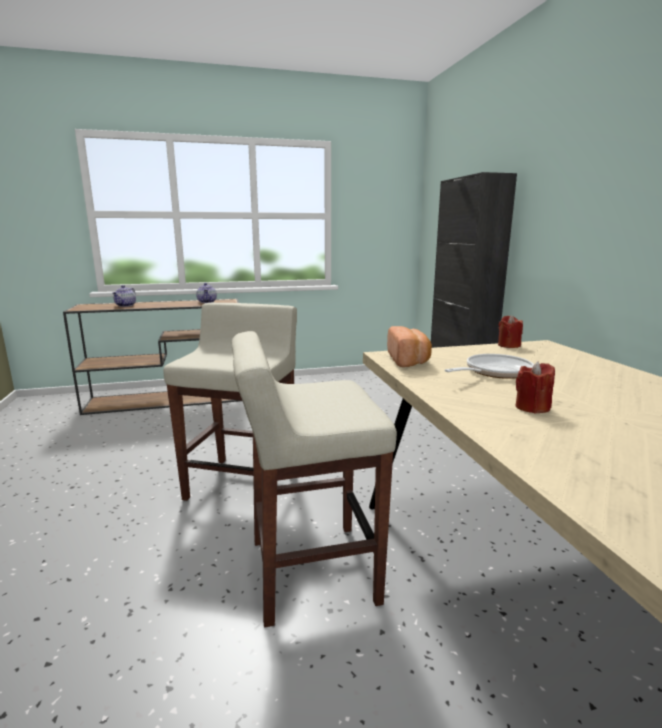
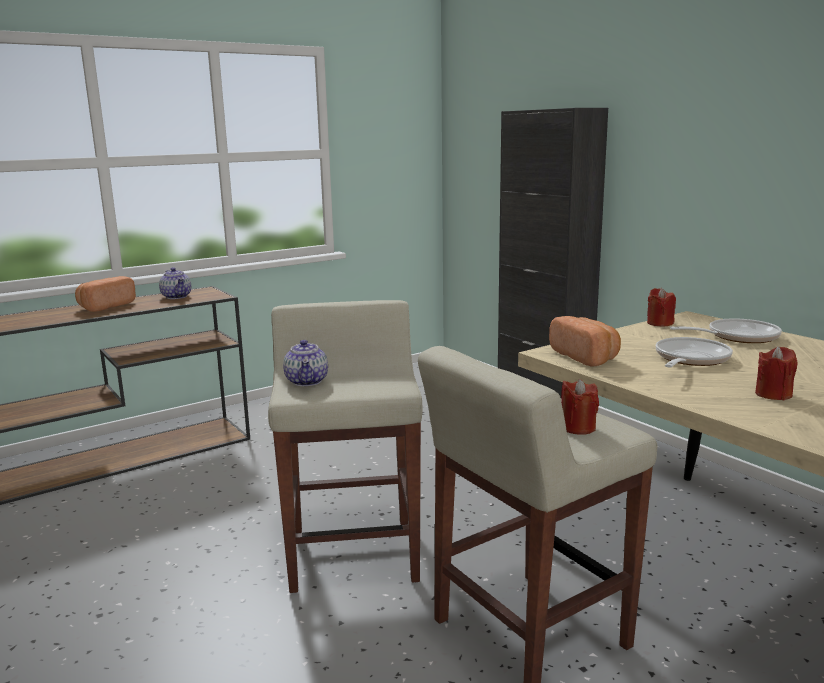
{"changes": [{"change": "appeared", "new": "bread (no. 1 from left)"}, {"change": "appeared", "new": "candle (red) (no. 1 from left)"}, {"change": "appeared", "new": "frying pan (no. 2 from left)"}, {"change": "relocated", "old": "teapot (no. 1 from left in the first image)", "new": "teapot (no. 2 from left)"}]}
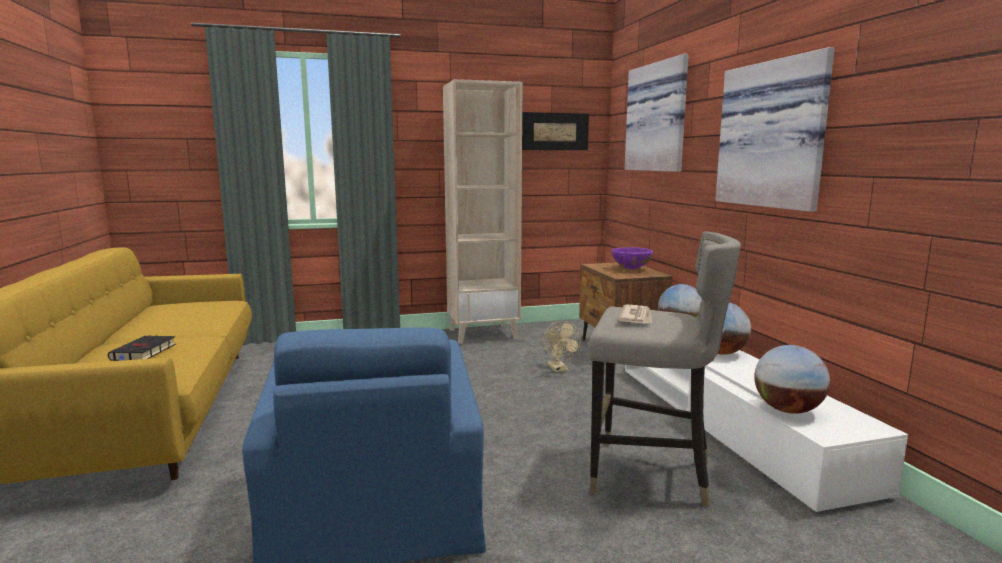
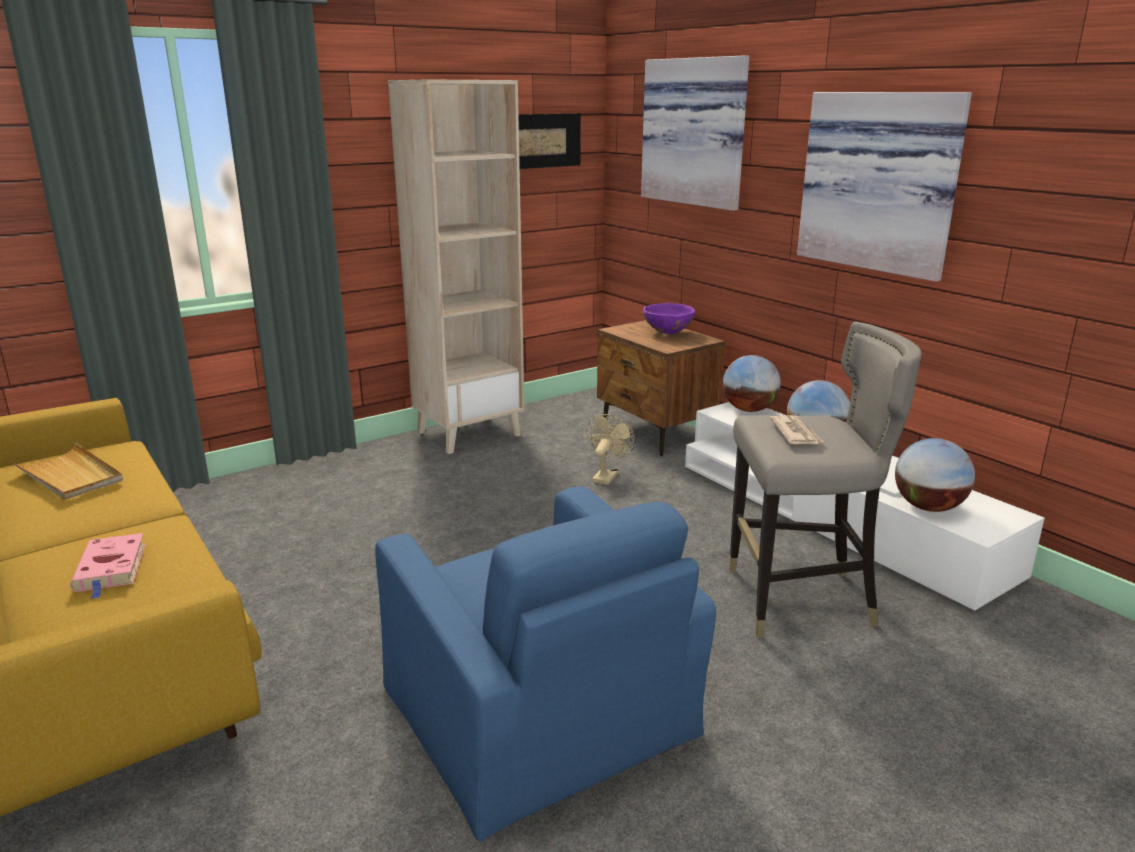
{"changes": [{"change": "appeared", "new": "tray (beige)"}, {"change": "colour", "old": "book (black)", "new": "book (pink)"}, {"change": "spun", "old": "fan (beige)", "degrees": -120}]}
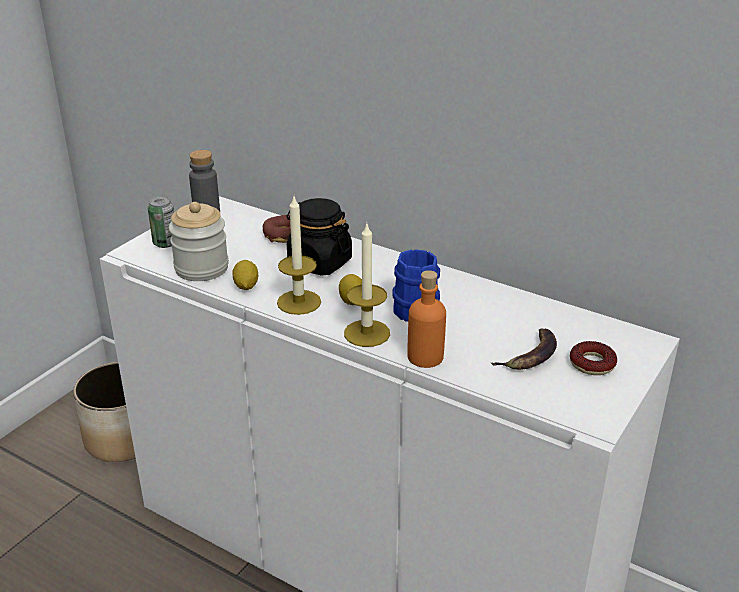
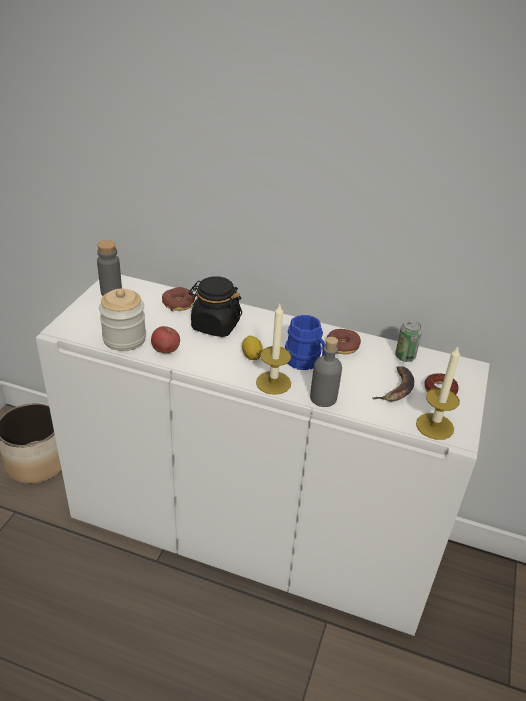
{"changes": [{"change": "appeared", "new": "donut (no. 2 from left)"}, {"change": "relocated", "old": "can"}, {"change": "relocated", "old": "candle (no. 1 from left in the first image)", "new": "candle (no. 2 from left)"}, {"change": "exchanged", "old": "lemon (no. 1 from left)", "new": "apple"}, {"change": "colour", "old": "bottle (orange)", "new": "bottle (grey) (no. 2 from left)"}]}
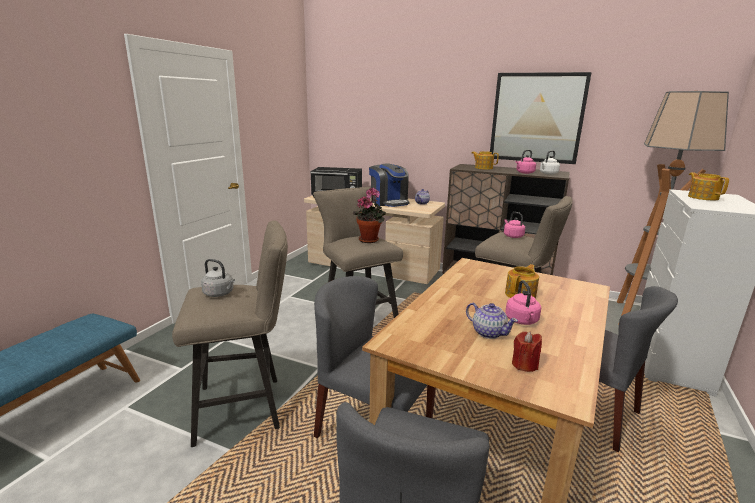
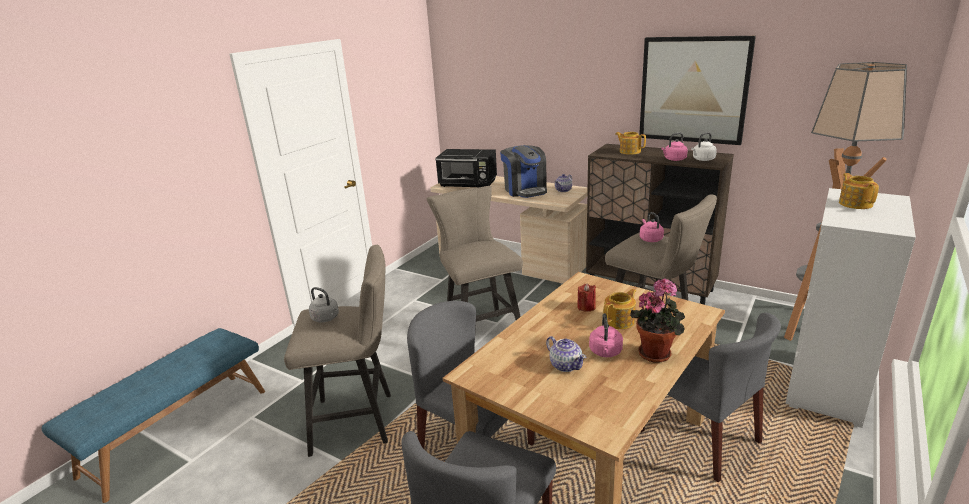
{"changes": [{"change": "relocated", "old": "potted plant"}, {"change": "relocated", "old": "candle (red)"}]}
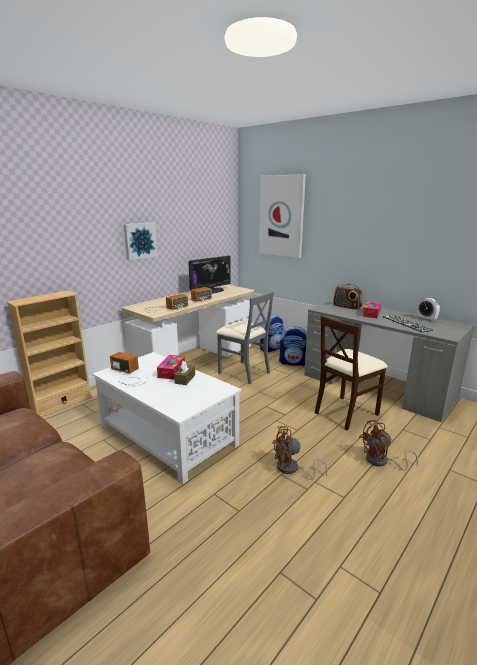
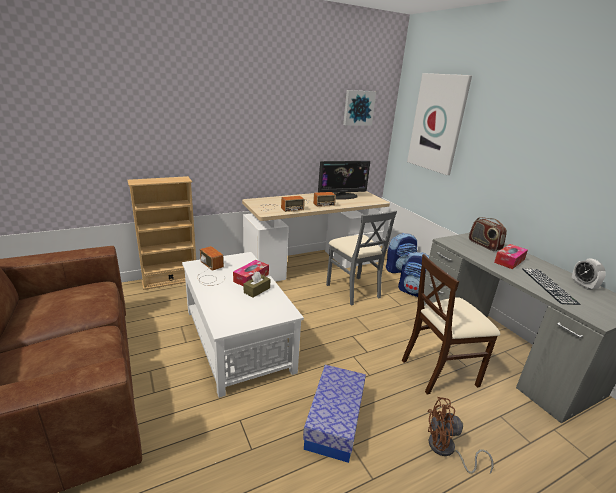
{"changes": [{"change": "relocated", "old": "picture (no. 1 from left)"}, {"change": "exchanged", "old": "fan (brown) (no. 1 from left)", "new": "storage box"}]}
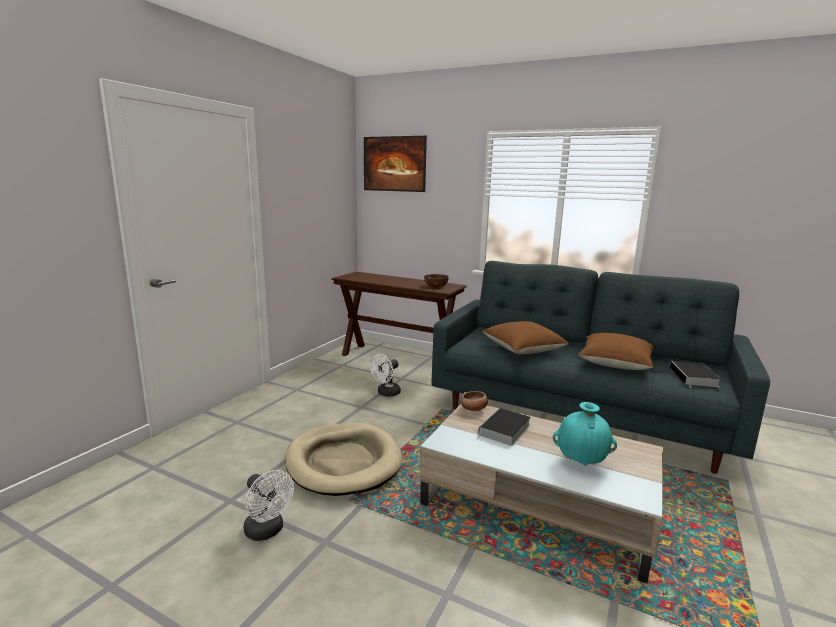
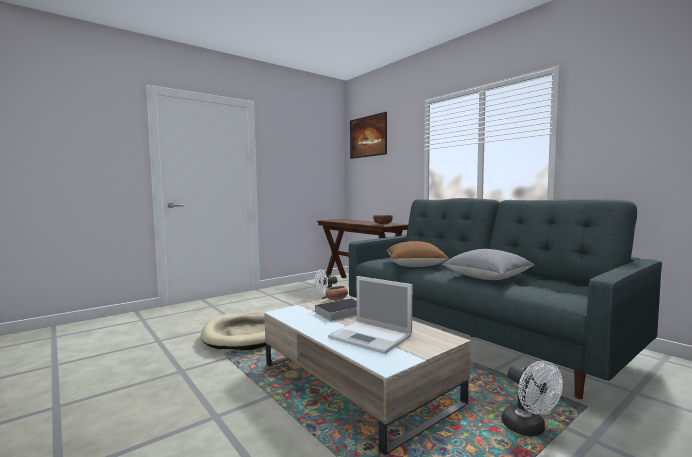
{"changes": [{"change": "missing", "old": "book (no. 2 from left)"}, {"change": "relocated", "old": "fan (white) (no. 1 from left in the first image)", "new": "fan (white) (no. 2 from left)"}, {"change": "exchanged", "old": "vase (turquoise)", "new": "laptop"}, {"change": "colour", "old": "pillow (brown) (no. 2 from left)", "new": "pillow (grey)"}]}
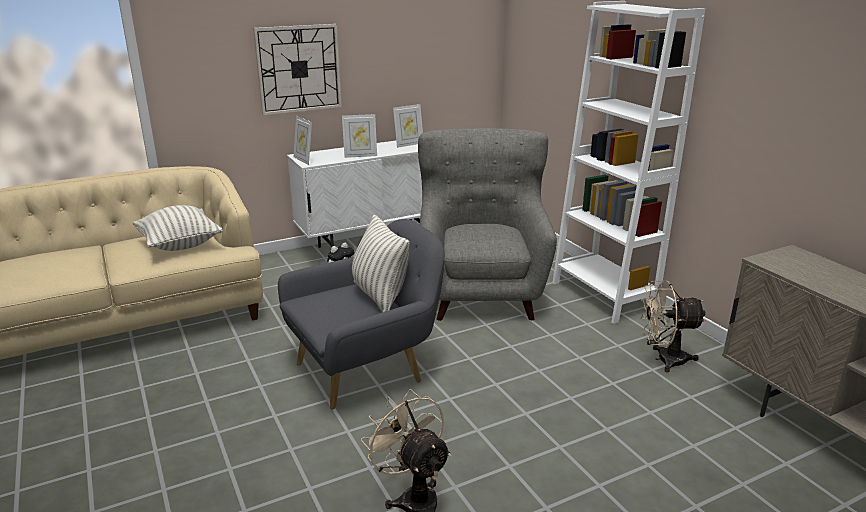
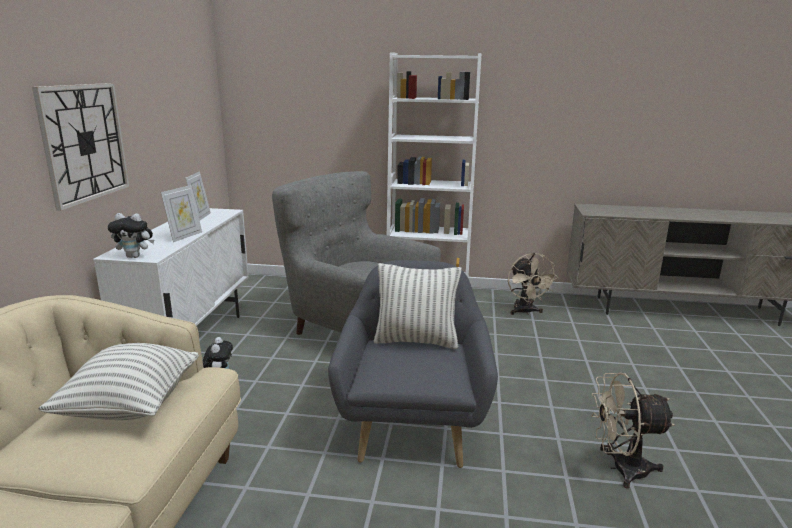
{"changes": [{"change": "exchanged", "old": "picture frame (no. 1 from left)", "new": "plush toy (no. 1 from left)"}, {"change": "spun", "old": "fan (beige) (no. 2 from left in the first image)", "degrees": -45}]}
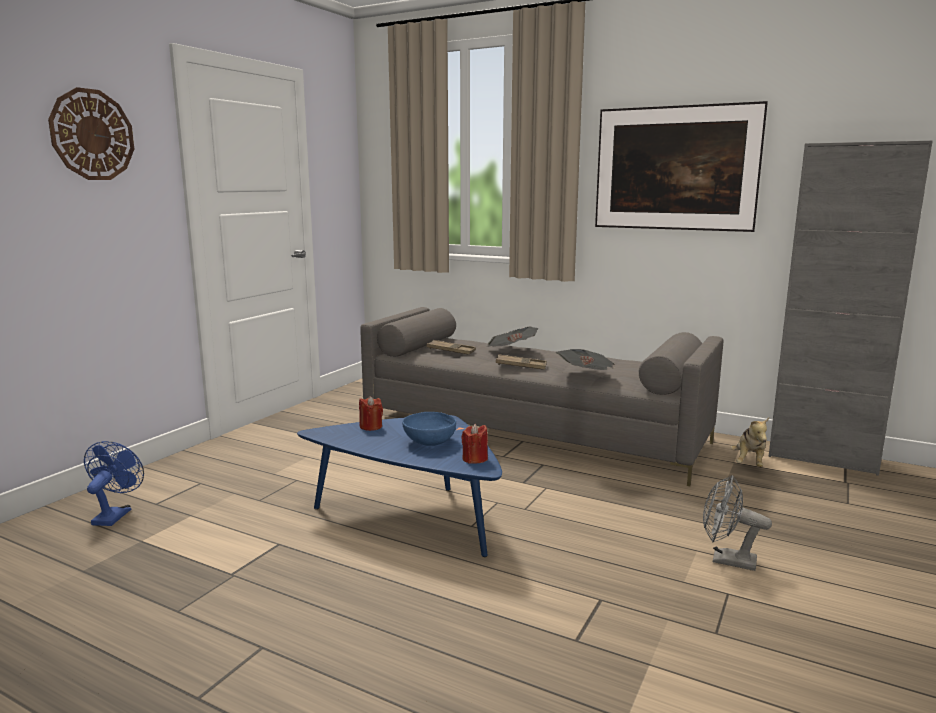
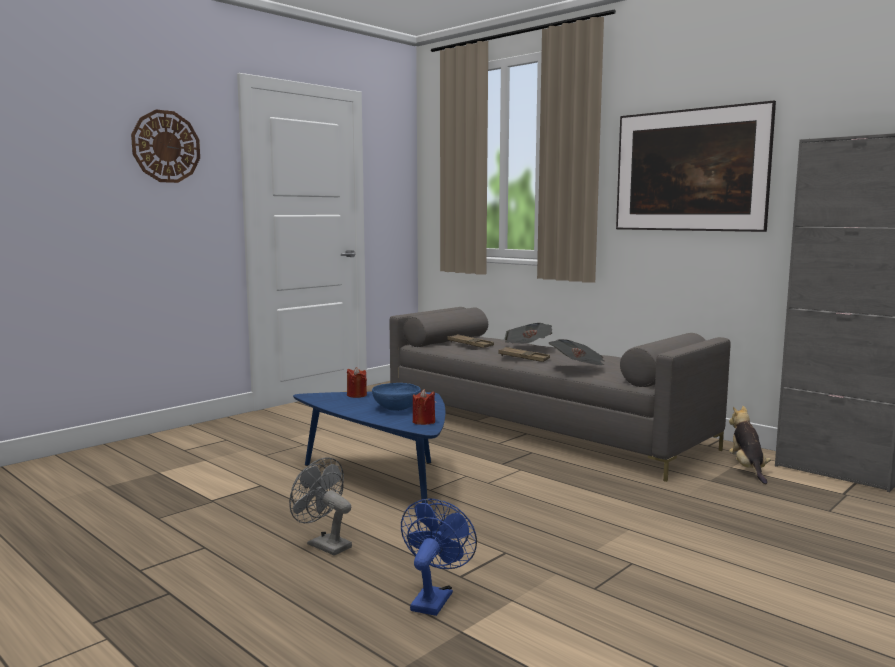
{"changes": [{"change": "relocated", "old": "fan (blue)"}, {"change": "relocated", "old": "fan (grey)"}, {"change": "spun", "old": "plush toy", "degrees": 150}]}
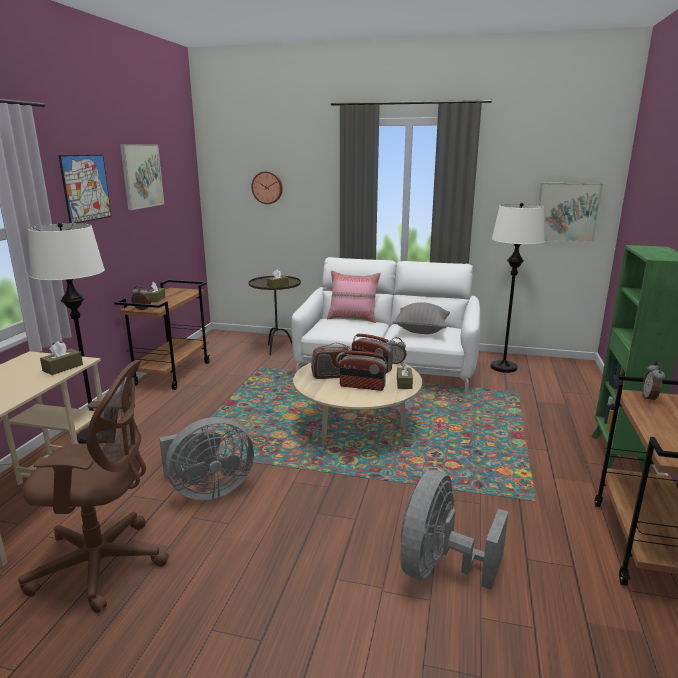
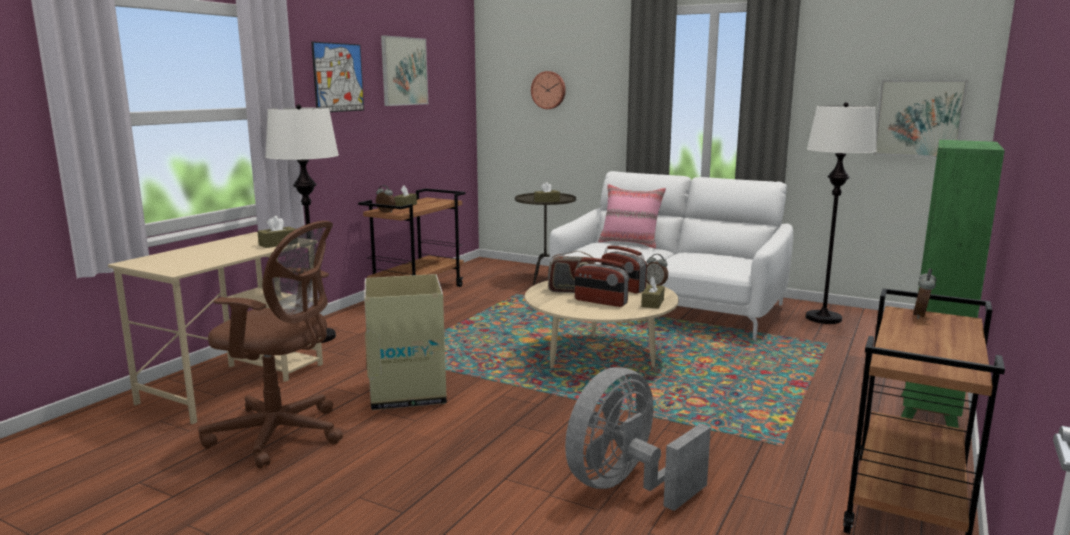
{"changes": [{"change": "missing", "old": "pillow (grey)"}, {"change": "exchanged", "old": "fan (grey) (no. 1 from left)", "new": "cardboard box"}]}
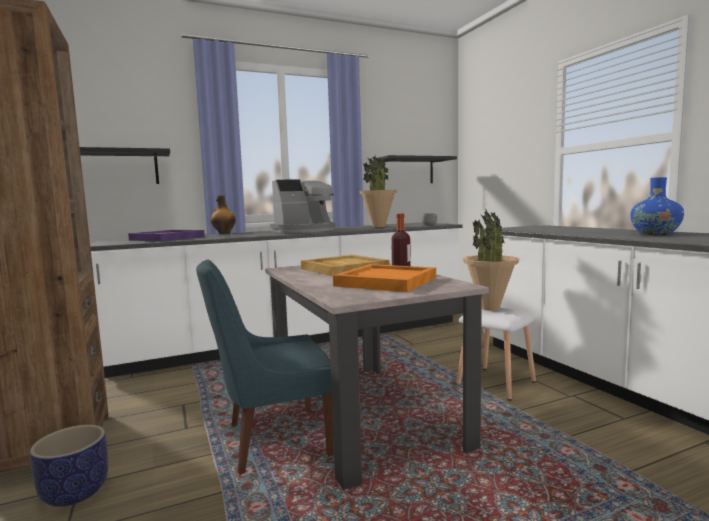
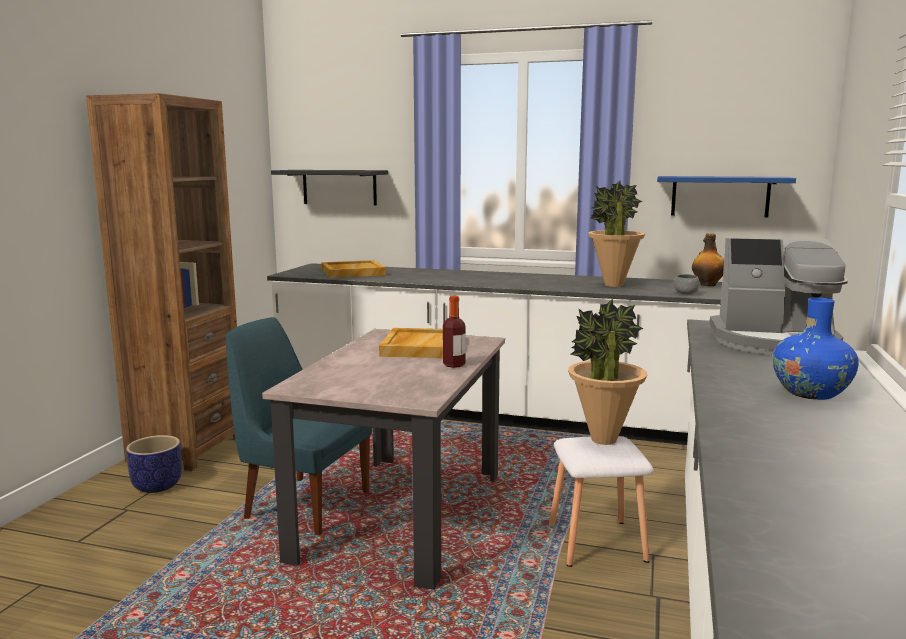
{"changes": [{"change": "missing", "old": "tray (orange)"}, {"change": "relocated", "old": "bottle (no. 1 from left in the first image)", "new": "bottle (no. 2 from left)"}, {"change": "relocated", "old": "coffee machine"}, {"change": "colour", "old": "tray (purple)", "new": "tray (beige) (no. 1 from left)"}, {"change": "colour", "old": "shelf (black) (no. 2 from left)", "new": "shelf (blue)"}]}
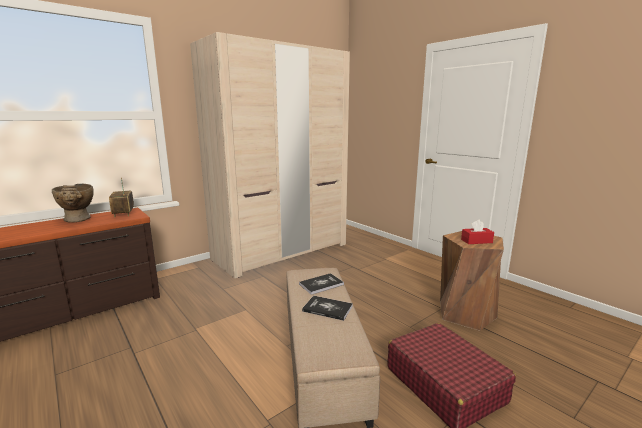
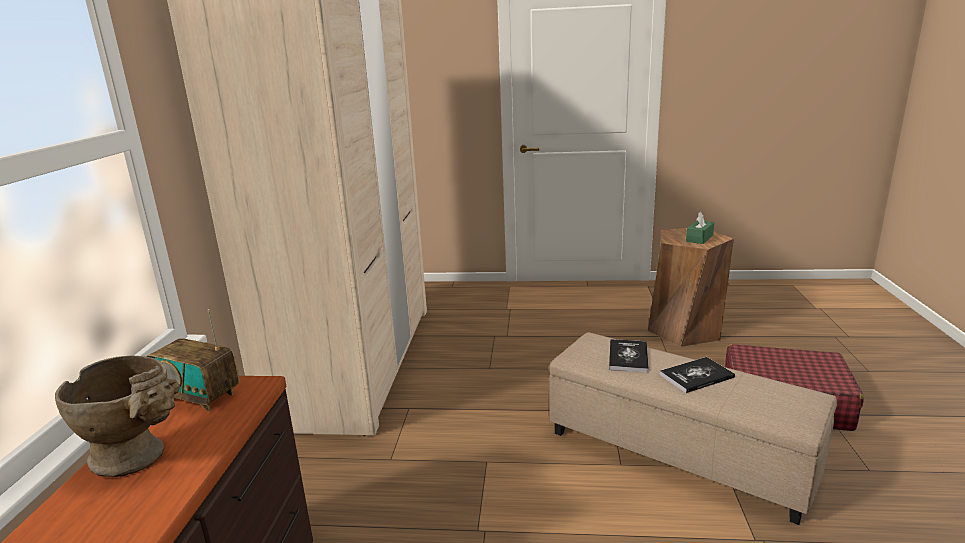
{"changes": [{"change": "colour", "old": "tissue box (red)", "new": "tissue box (green)"}]}
